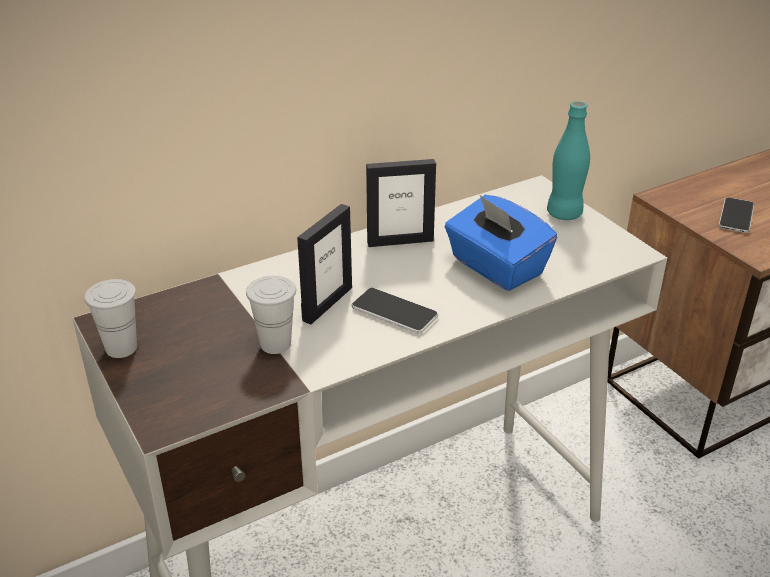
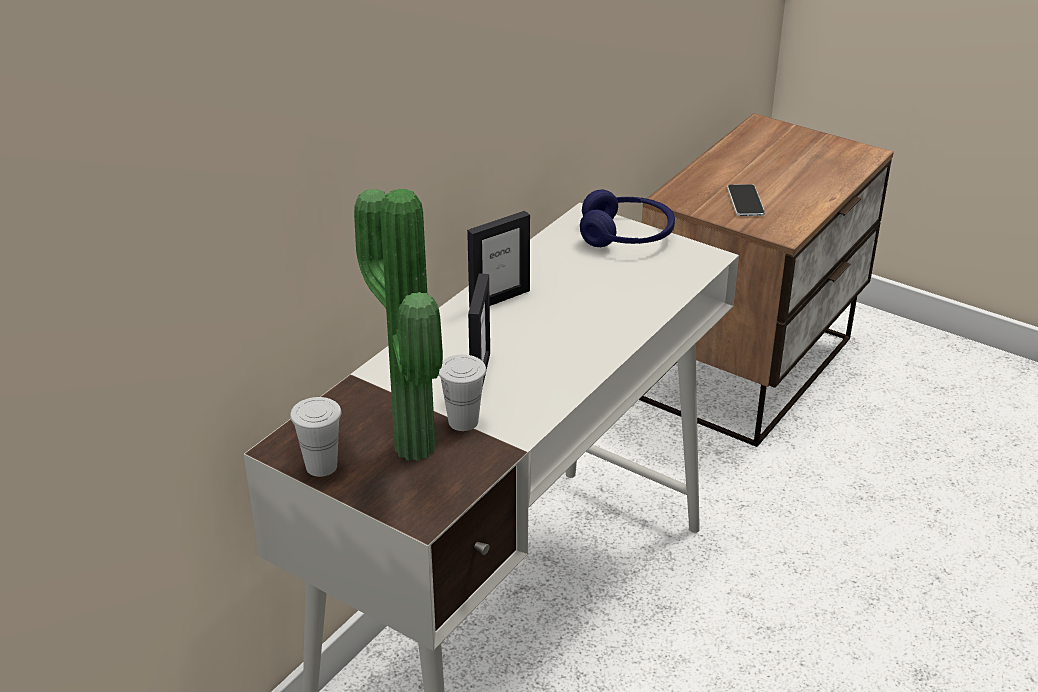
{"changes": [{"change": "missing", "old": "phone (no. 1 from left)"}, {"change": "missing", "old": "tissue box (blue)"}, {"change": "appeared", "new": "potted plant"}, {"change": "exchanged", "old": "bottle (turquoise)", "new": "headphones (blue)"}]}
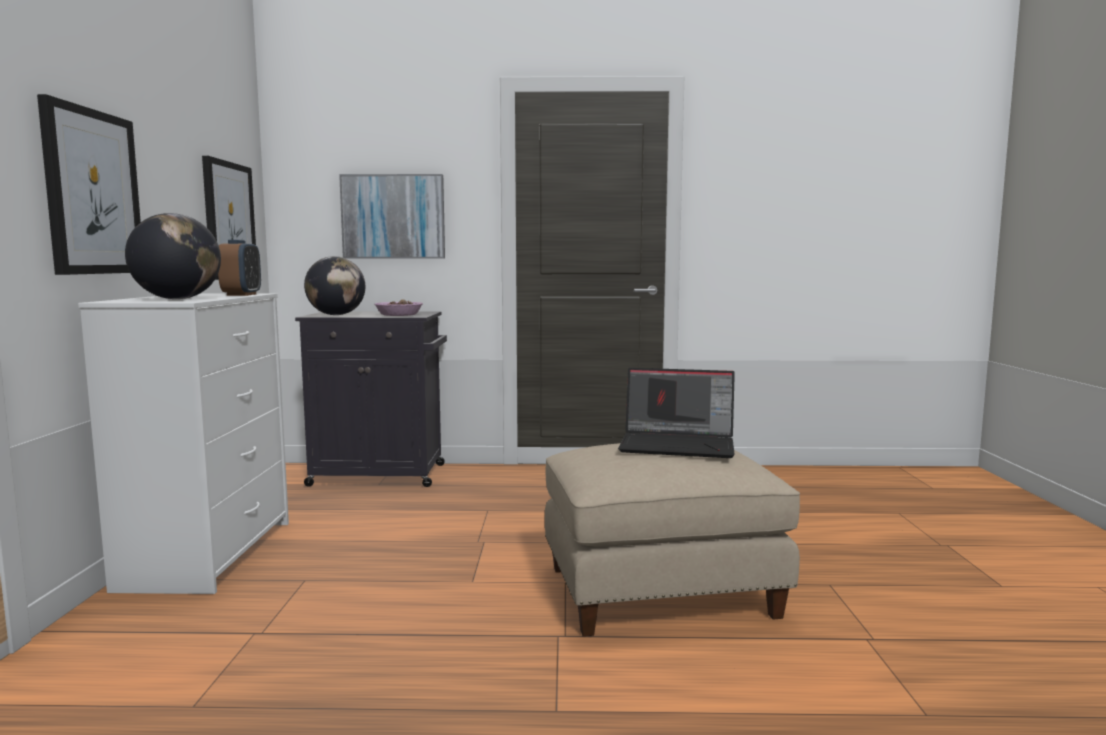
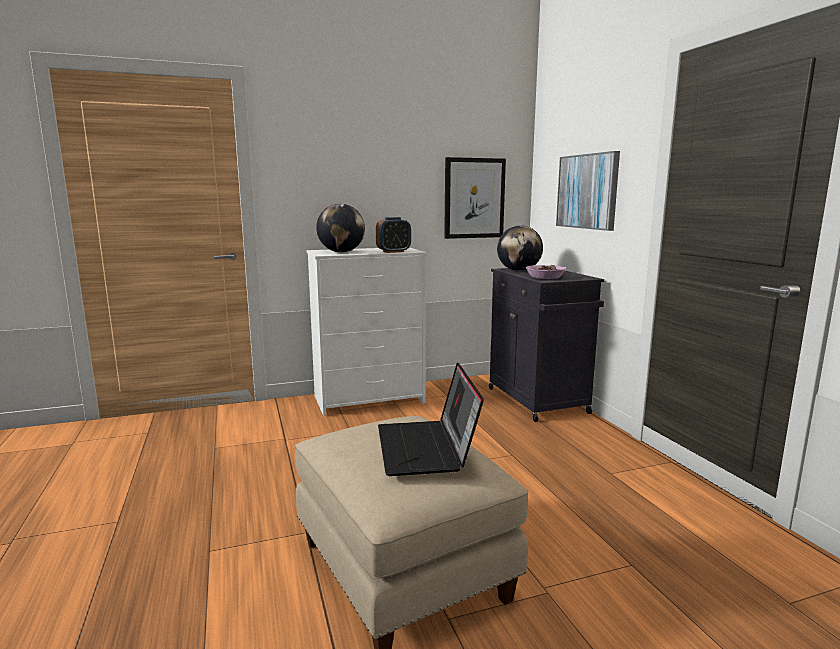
{"changes": [{"change": "missing", "old": "picture (no. 1 from left)"}]}
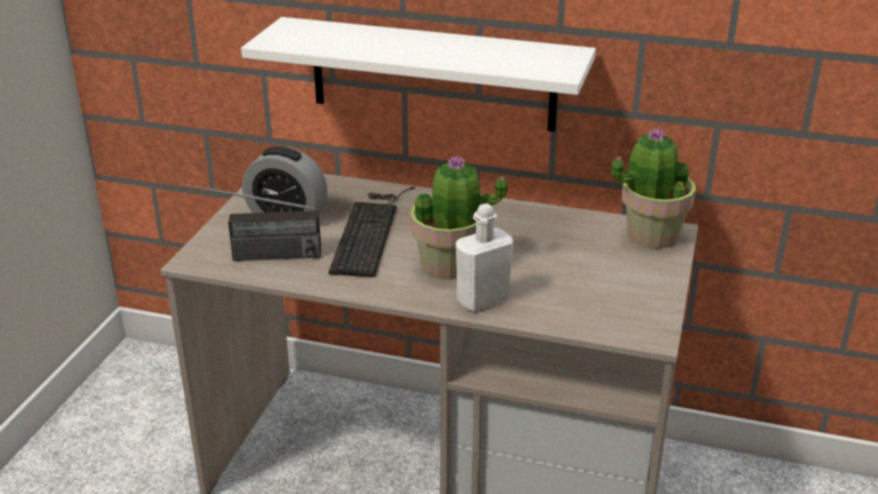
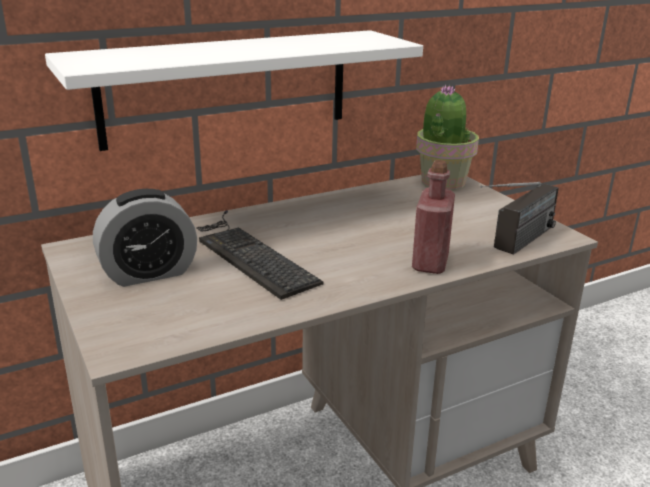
{"changes": [{"change": "missing", "old": "potted plant (no. 1 from left)"}, {"change": "relocated", "old": "radio"}, {"change": "colour", "old": "bottle (white)", "new": "bottle (red)"}]}
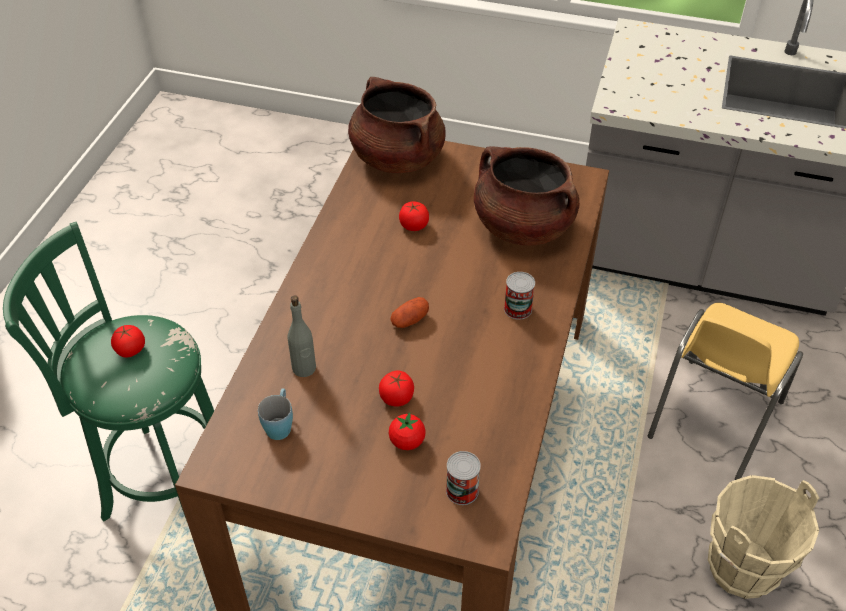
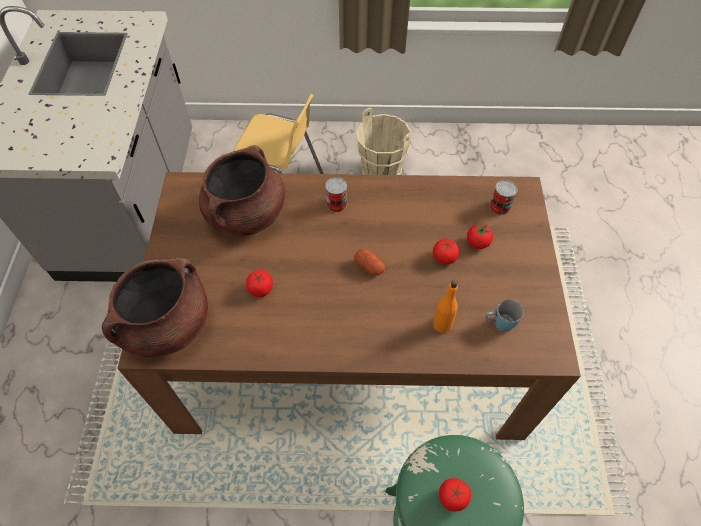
{"changes": [{"change": "colour", "old": "bottle (grey)", "new": "bottle (orange)"}]}
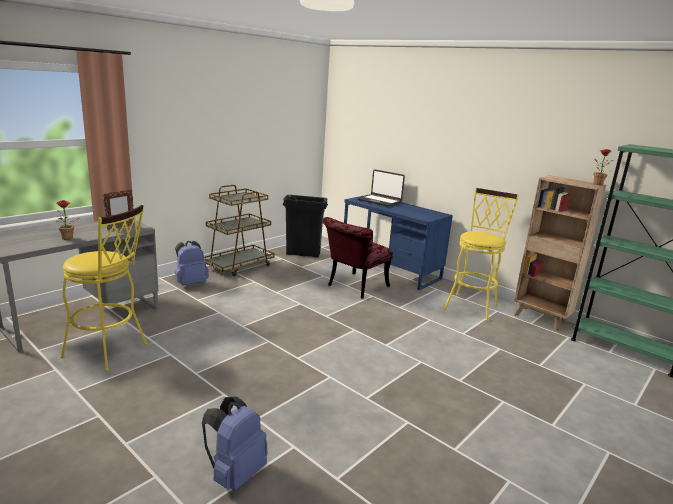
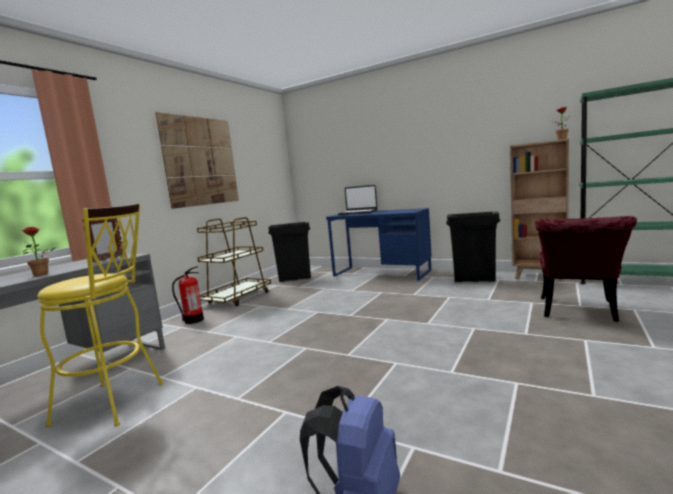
{"changes": [{"change": "appeared", "new": "picture"}, {"change": "relocated", "old": "chair (red)"}, {"change": "exchanged", "old": "backpack (blue) (no. 1 from left)", "new": "fire extinguisher"}, {"change": "exchanged", "old": "stool (yellow) (no. 2 from left)", "new": "trash can (black) (no. 2 from left)"}]}
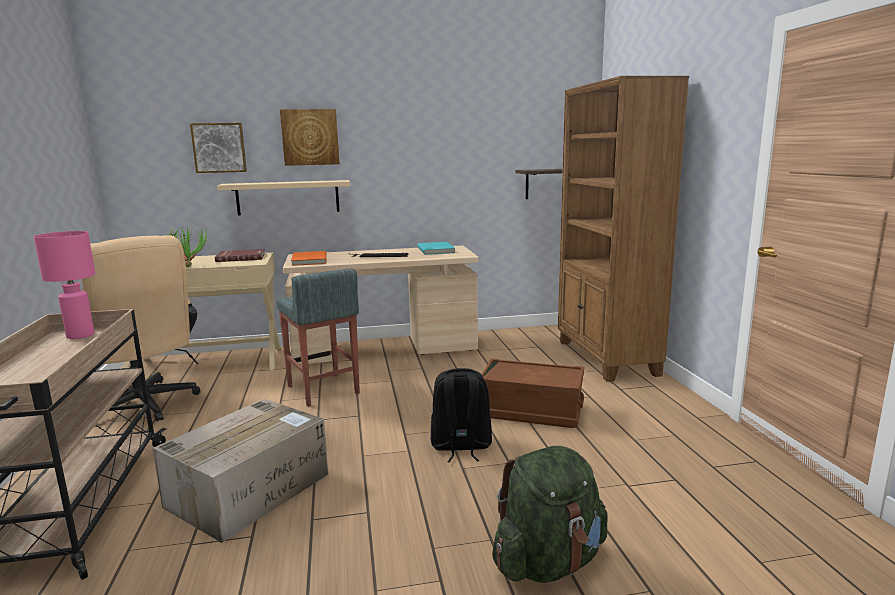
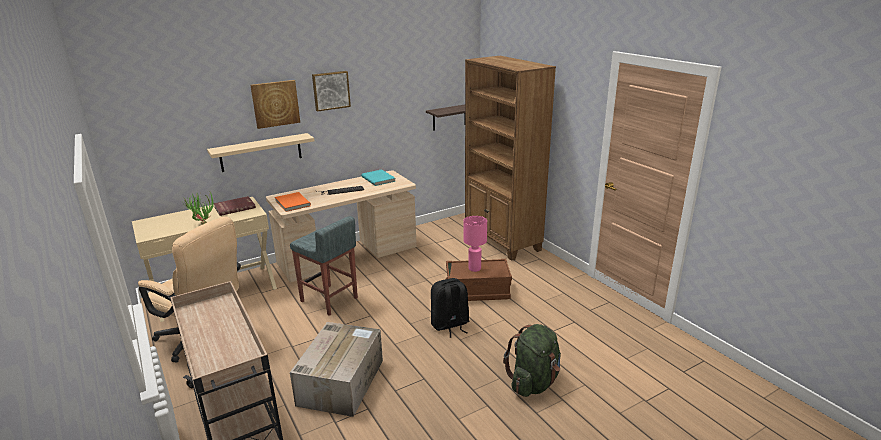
{"changes": [{"change": "relocated", "old": "table lamp (pink)"}, {"change": "relocated", "old": "picture (no. 1 from left in the first image)", "new": "picture (no. 2 from left)"}]}
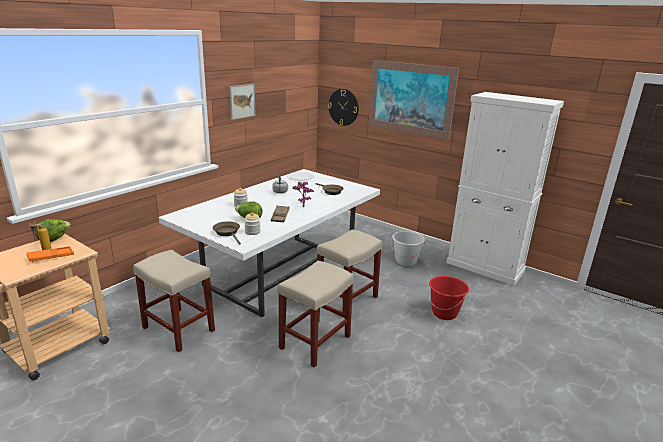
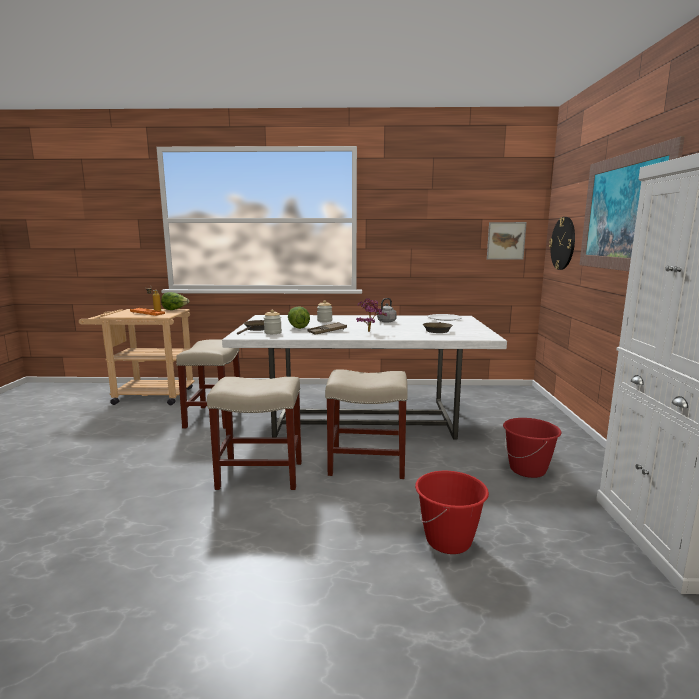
{"changes": [{"change": "relocated", "old": "picture (no. 1 from left)"}, {"change": "colour", "old": "bucket (white)", "new": "bucket (red) (no. 2 from left)"}]}
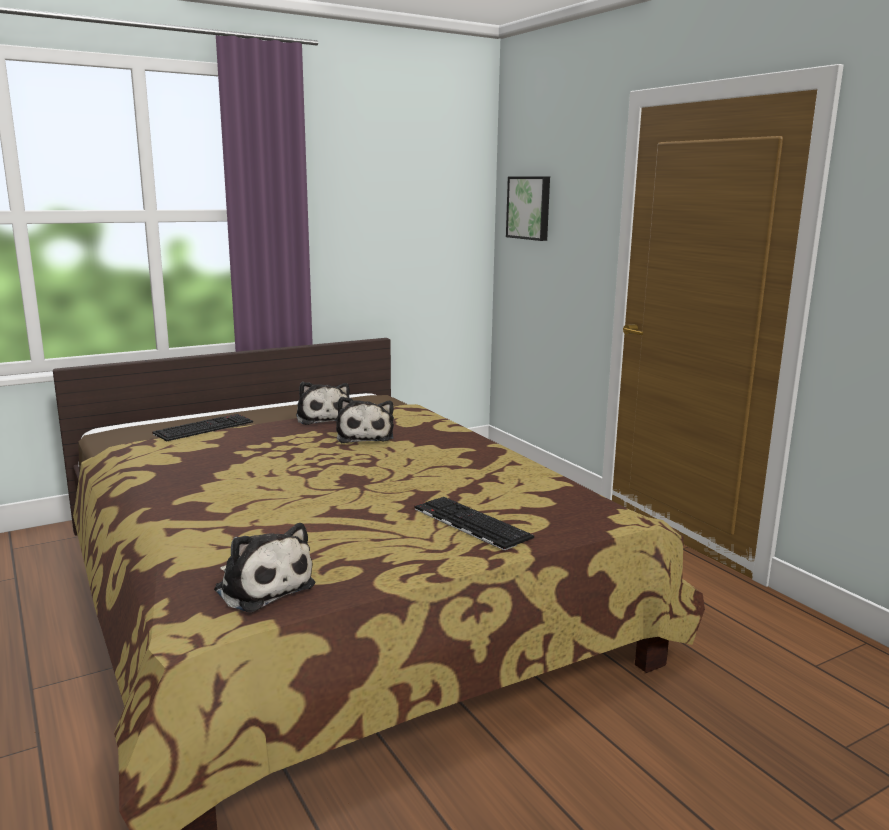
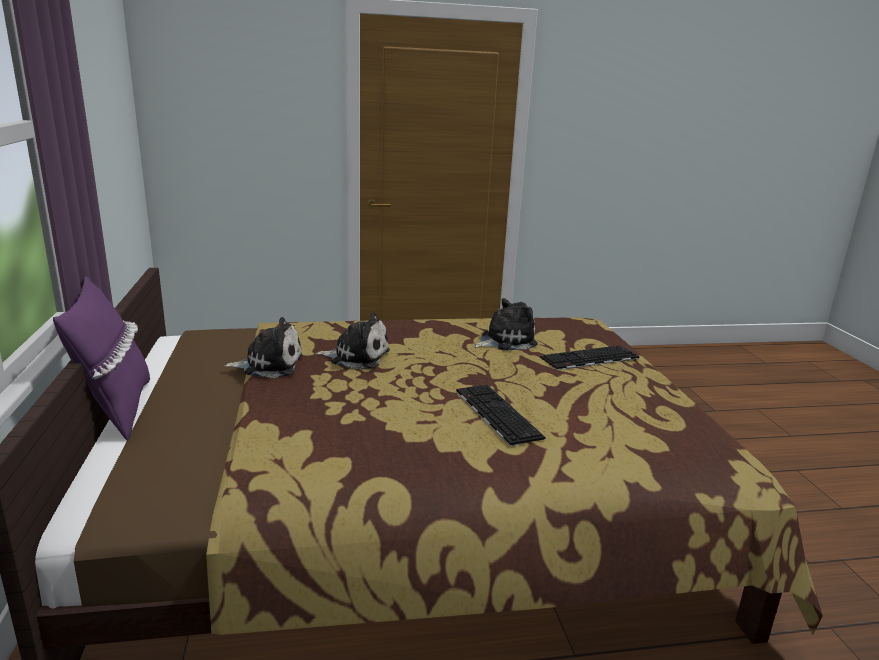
{"changes": [{"change": "missing", "old": "picture"}, {"change": "appeared", "new": "pillow (purple)"}, {"change": "relocated", "old": "keyboard (no. 1 from left)"}, {"change": "relocated", "old": "plush toy (no. 1 from left in the first image)", "new": "plush toy (no. 3 from left)"}]}
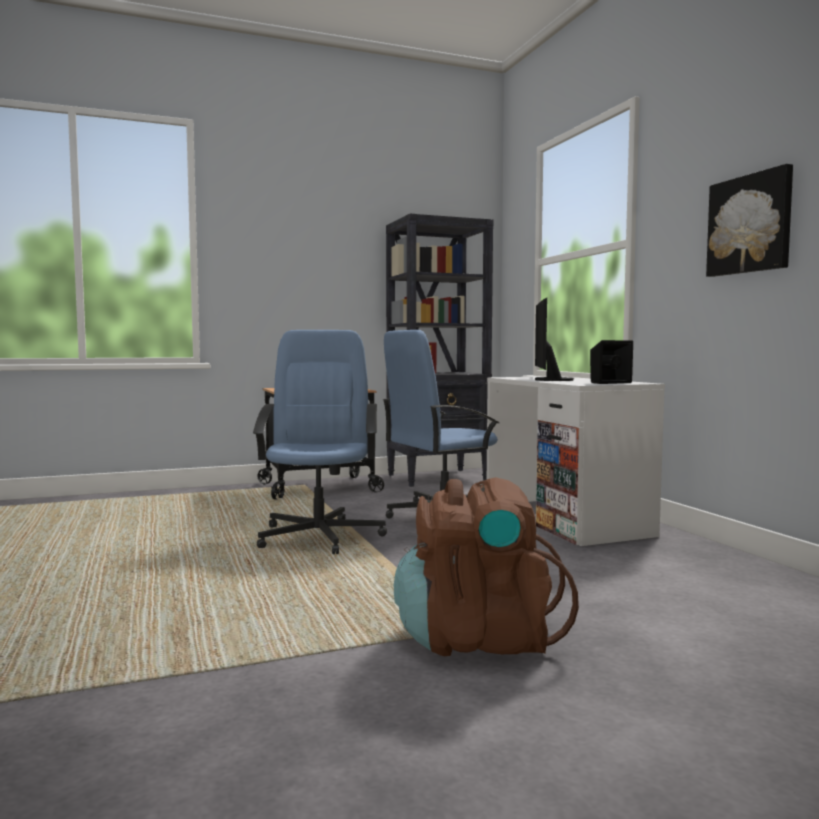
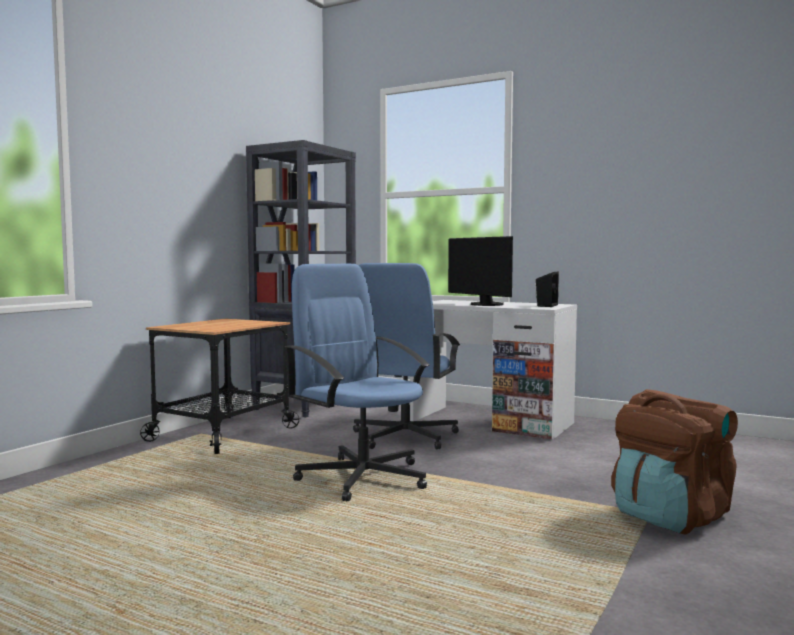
{"changes": [{"change": "missing", "old": "picture"}]}
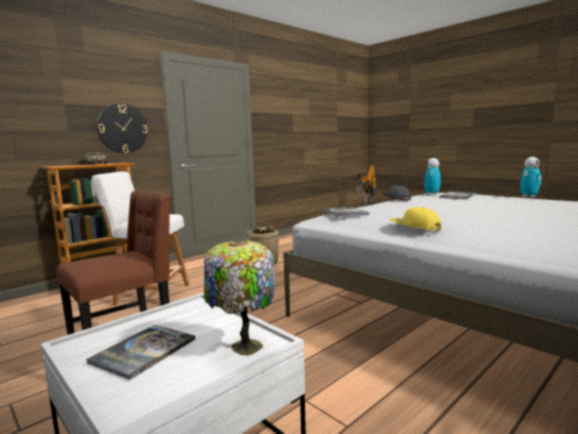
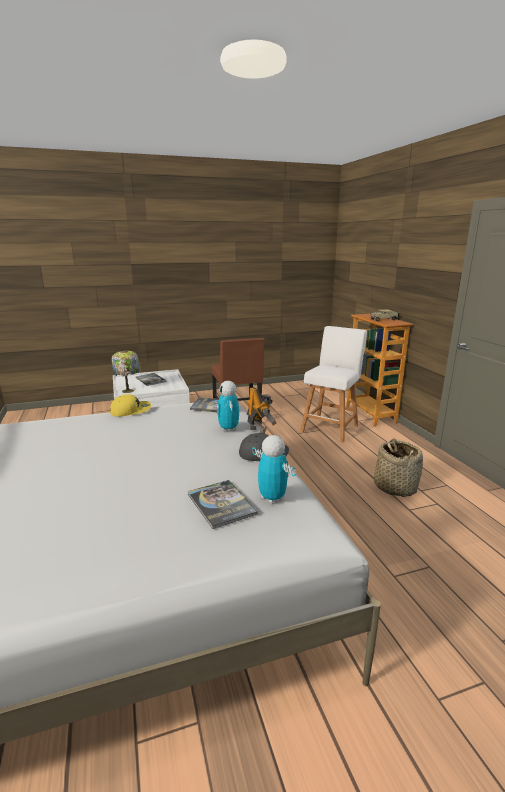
{"changes": [{"change": "missing", "old": "wall clock"}, {"change": "relocated", "old": "toy robot (no. 3 from left in the first image)", "new": "toy robot (no. 1 from left)"}]}
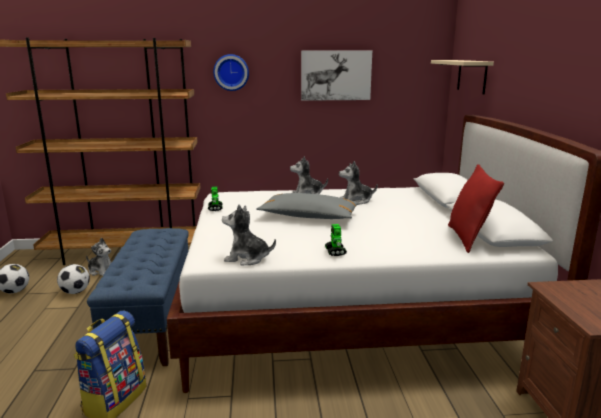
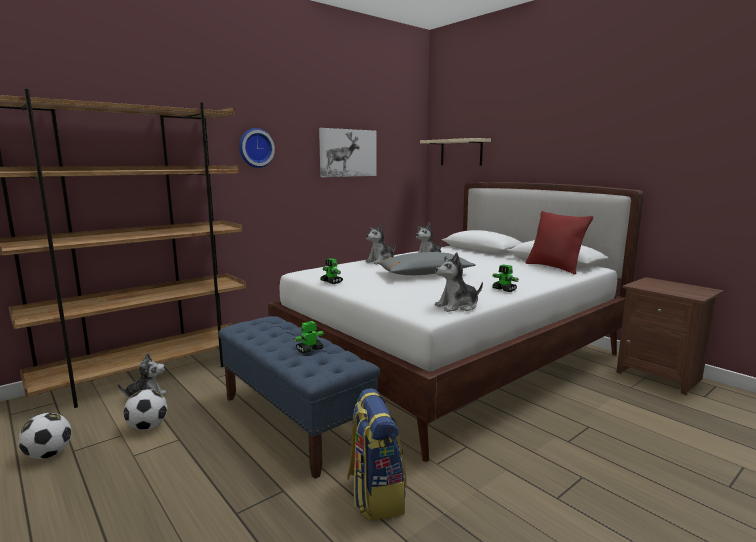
{"changes": [{"change": "appeared", "new": "toy robot (no. 1 from left)"}]}
